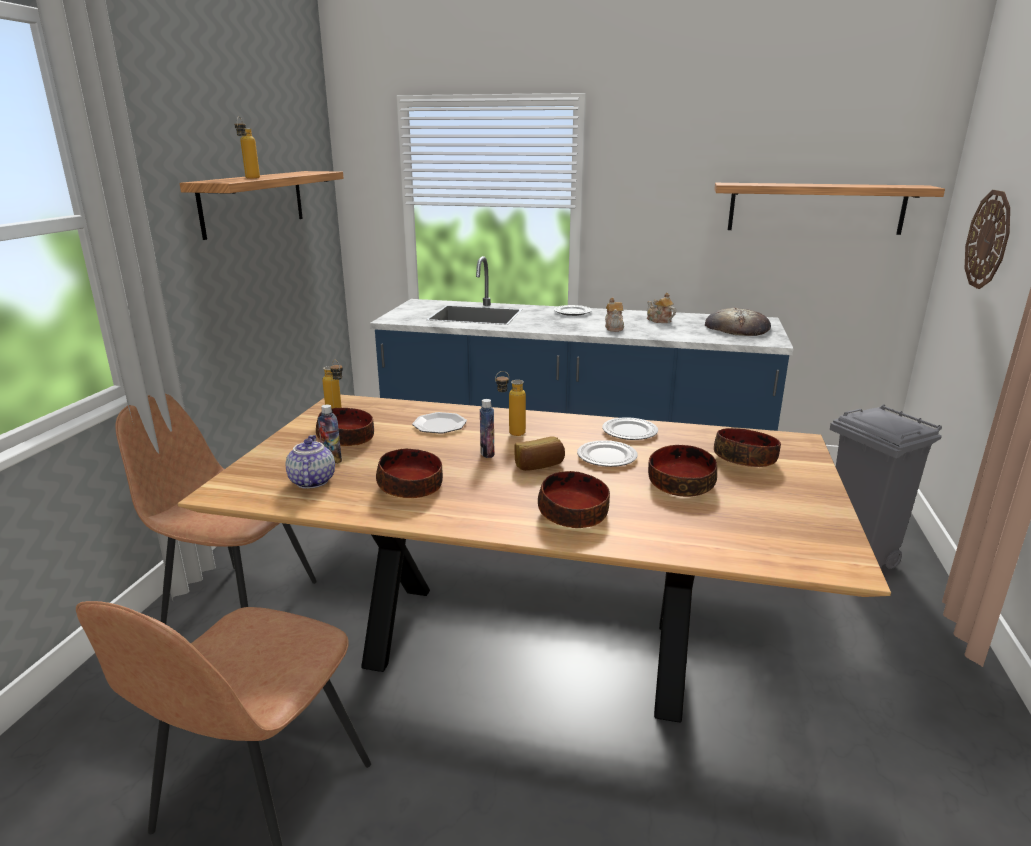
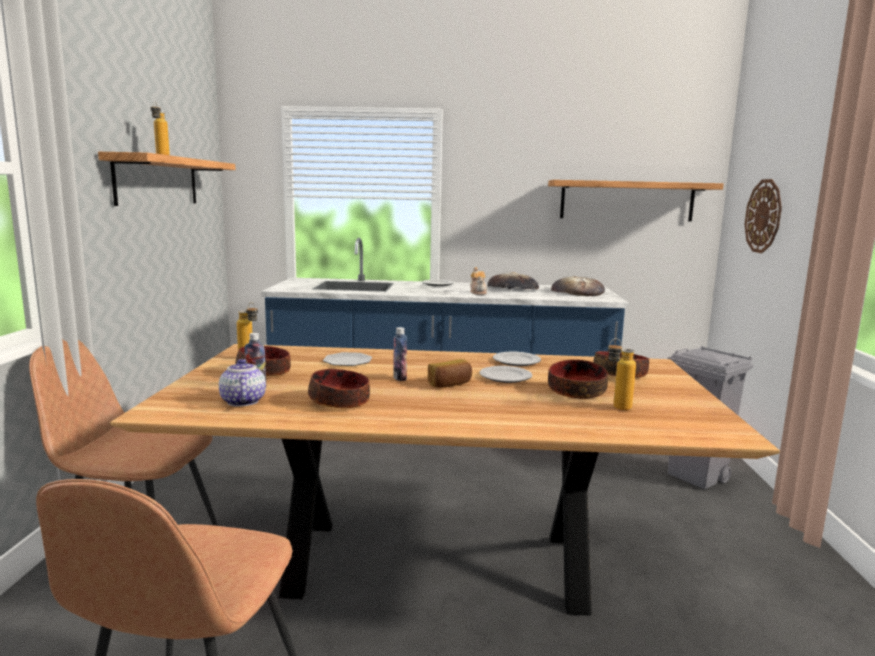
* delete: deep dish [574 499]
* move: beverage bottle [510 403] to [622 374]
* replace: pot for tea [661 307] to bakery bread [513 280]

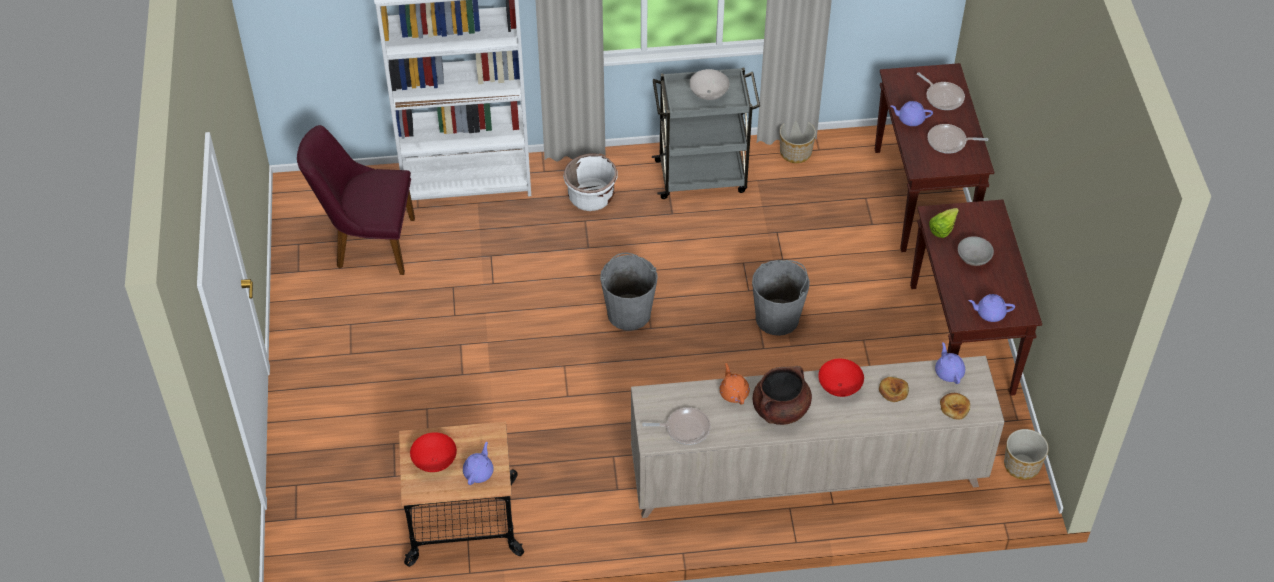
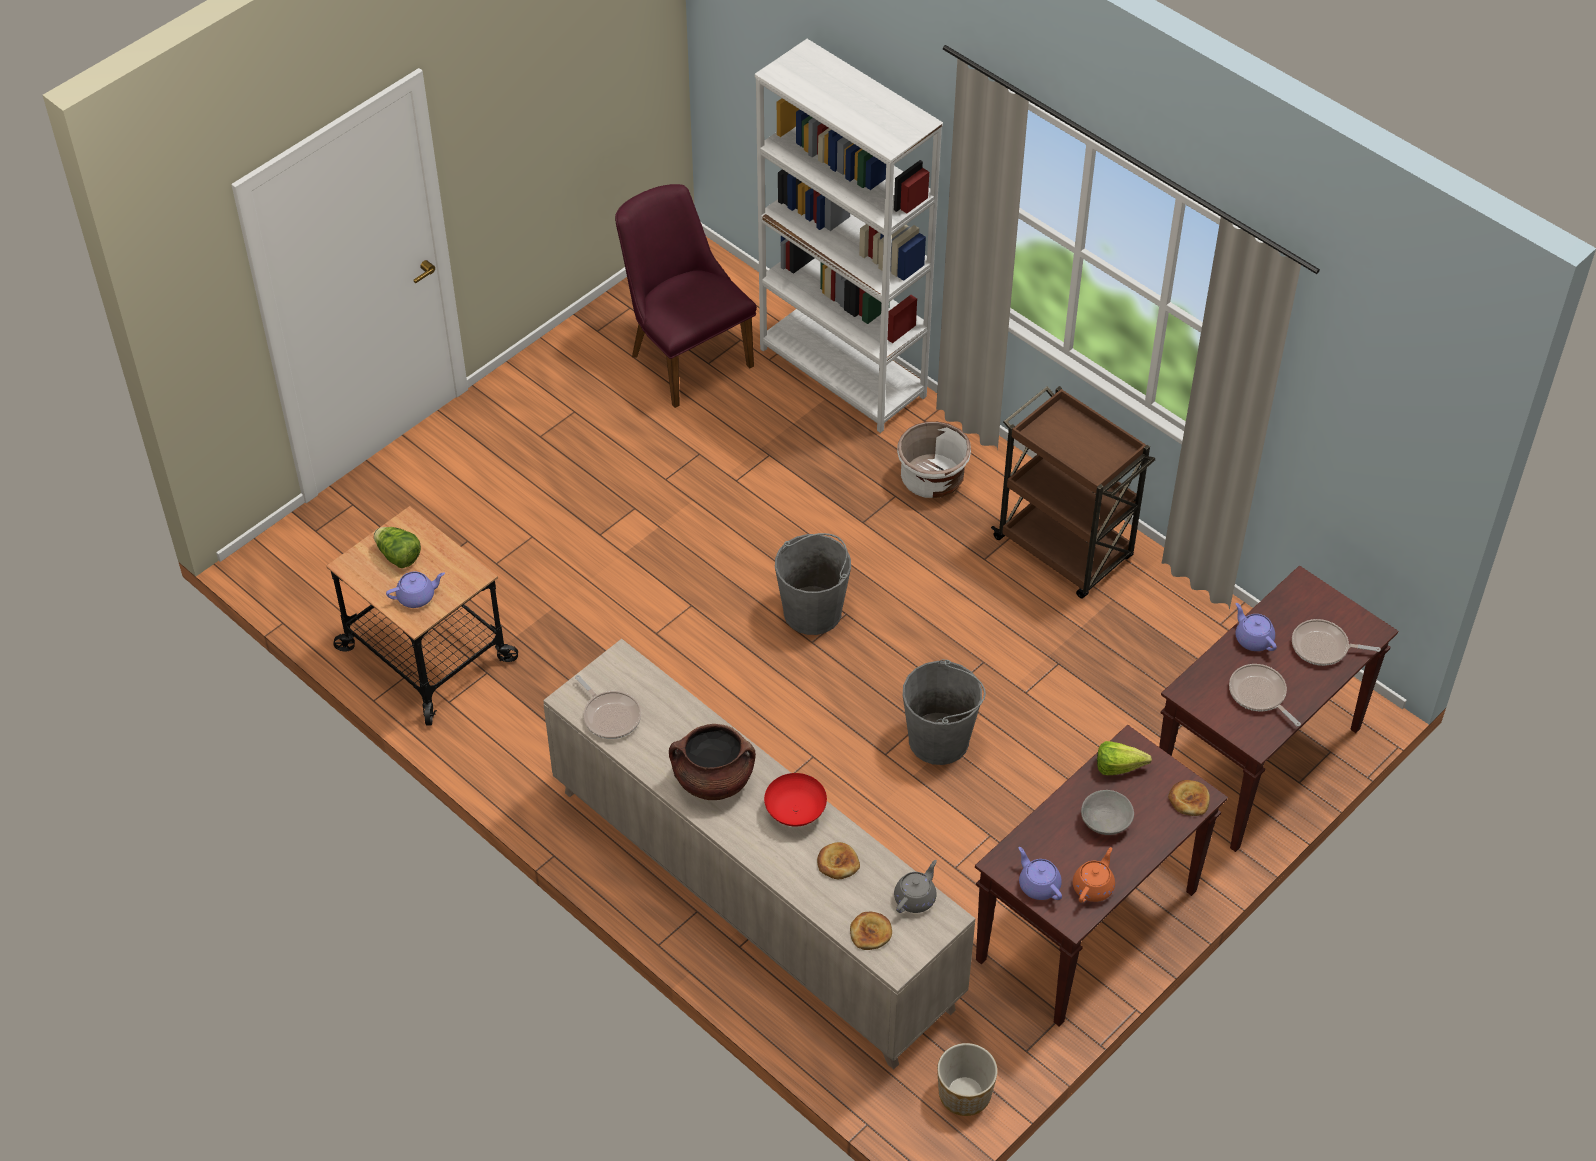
* delete: deep dish (whitish) [709 84]
* delete: plant pot [798 142]
* insert: bakery bread [1189 798]
* move: pot for tea (orange-coloured) [734 383] to [1094 875]
* replace: deep dish (red-coloured) [433 452] to head of lettuce [397 547]
* recolor: trolley (gray) [706 133] to trolley (brownish) [1073 492]
* recolor: pot for tea (purple) [950 363] to pot for tea (gray) [915 886]
* rotate: skillet [941 91] = [1336 642] 90 degrees clockwise

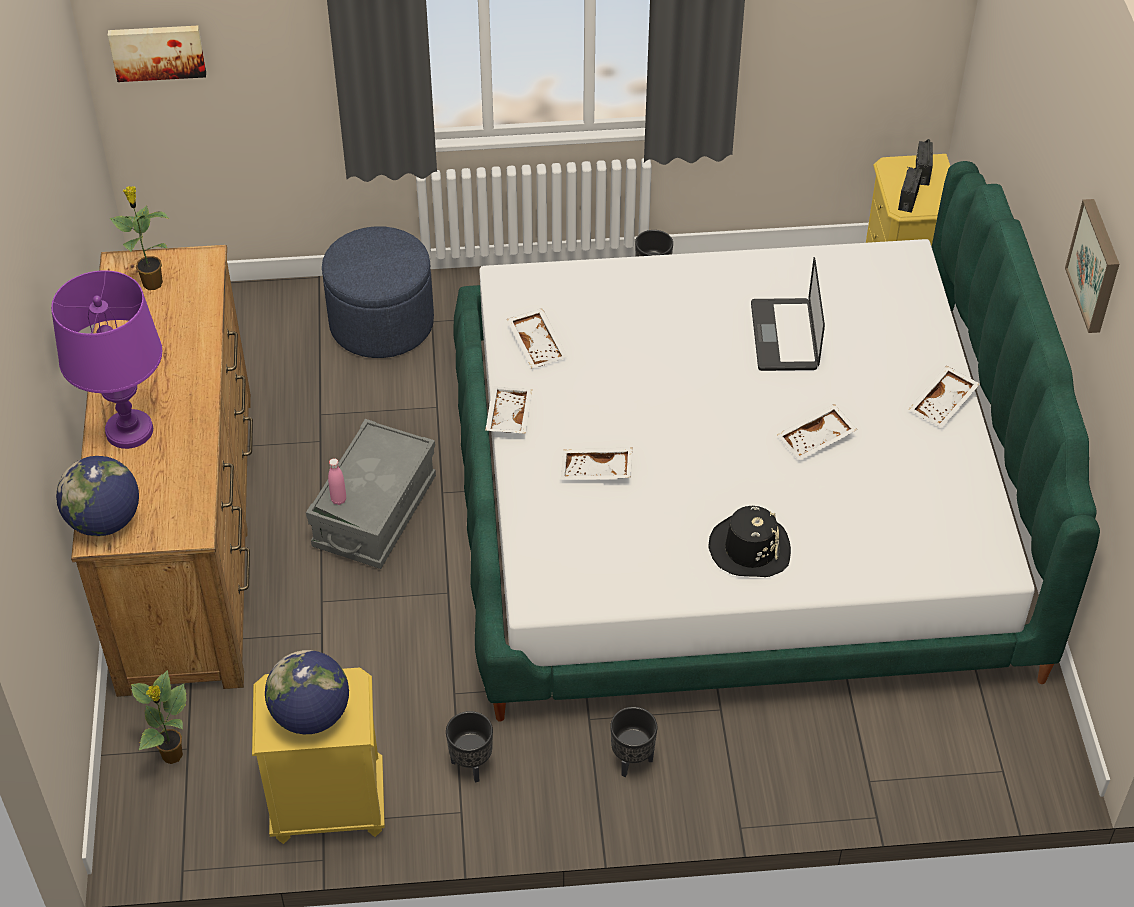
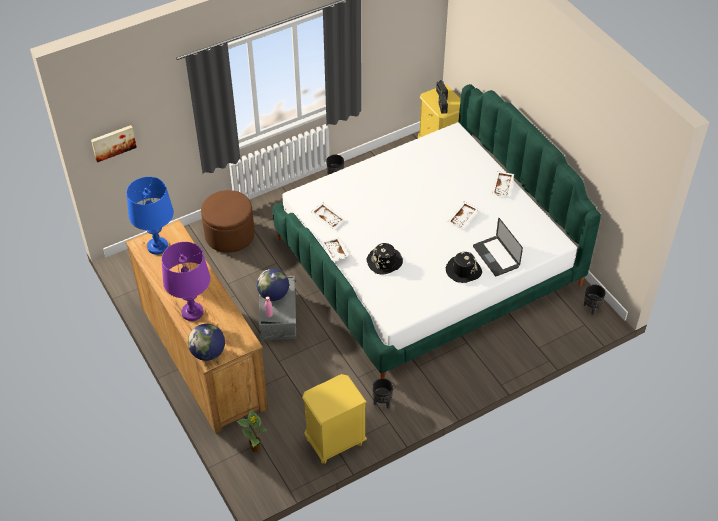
* delete: wall art [1092 266]
* move: desk globe [307 692] to [273 285]
* move: plant pot (black-coloured) [633 742] to [595 299]
* move: notebook computer [788 314] to [498 247]
* replace: potted plant [139 238] to lamp for a table (blue-coloured) [150 216]
* replace: tray (whitish) [596 463] to hat (black-coloured) [384 259]
* recolor: pouffe (blue-coloured) [378 292] to pouffe (brownish) [228 221]

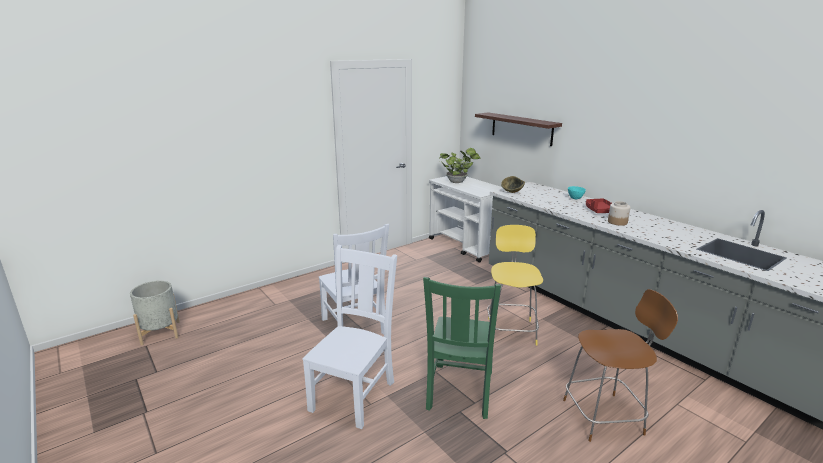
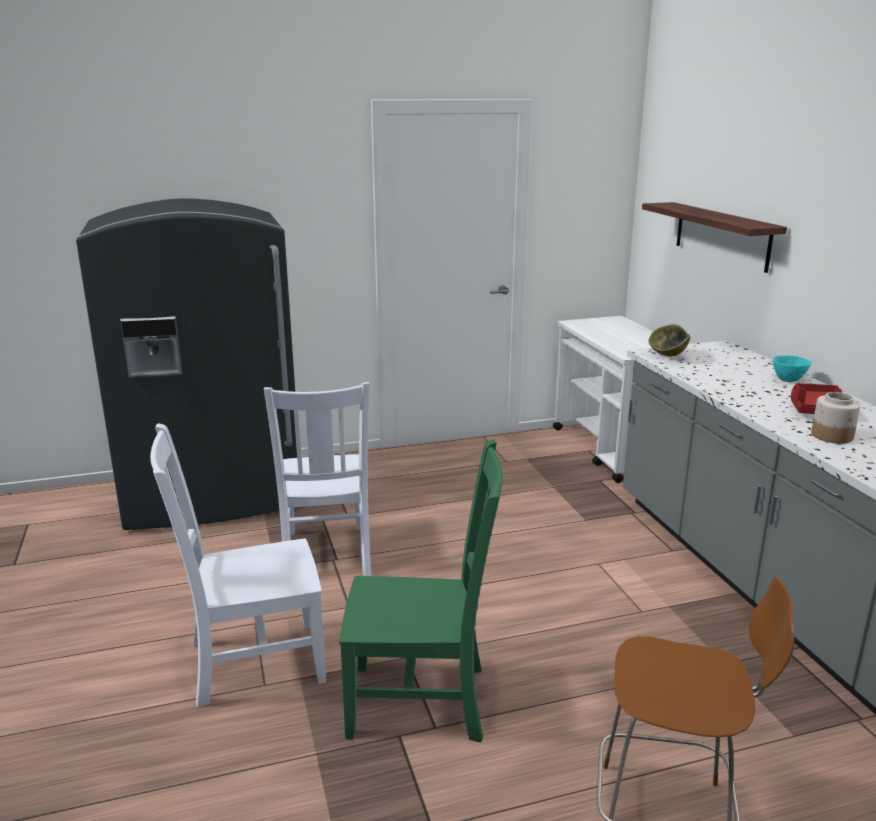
* delete: plant pot (gray) [155 313]
* delete: potted plant [459 165]
* delete: sitting stool (yellow-coloured) [515 285]
* insert: refrigerator (gray) [186 364]
* rotate: upright chair (whitish) [349 337] = [238 565] 150 degrees counterclockwise
* rotate: upright chair (greenish) [462 348] = [421 591] 120 degrees counterclockwise

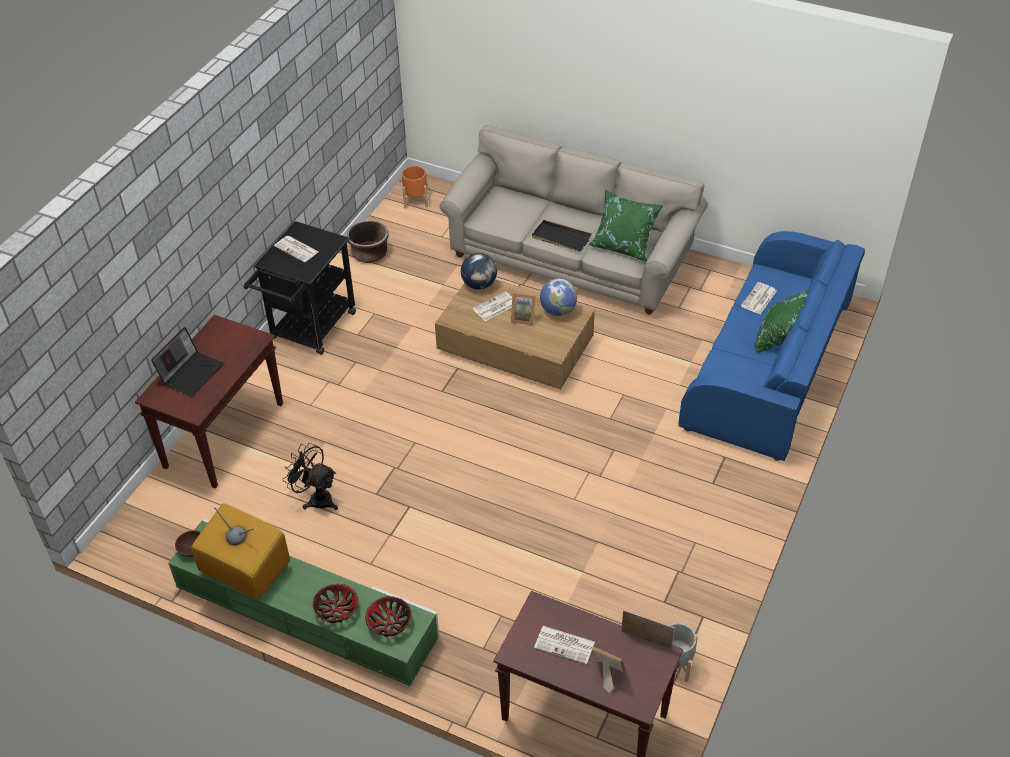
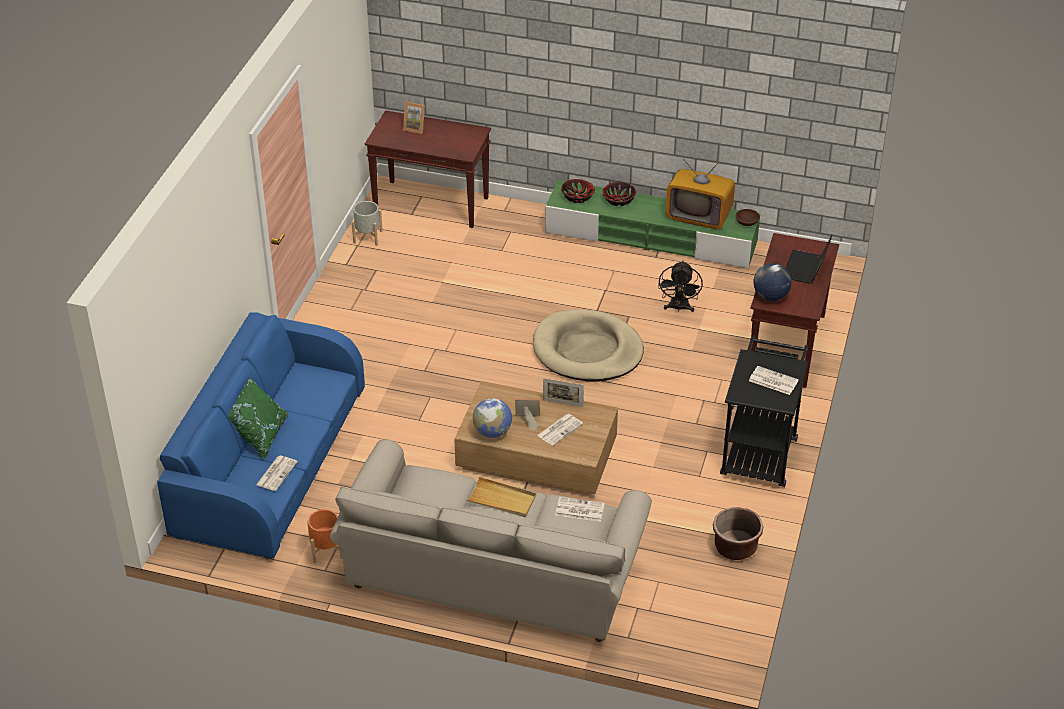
* delete: pillow (greenish) [626 225]
* insert: dog cushion (beige-coloured) [588 345]
* move: plant pot (orange-coloured) [415 187] to [325 536]
* move: desk globe [479 271] to [773 282]
* move: printed paper [564 645] to [580 509]
* move: standing frame [648 629] to [563 392]
* recolor: tray (black-coloured) [562 236] to tray (beige-coloured) [501 497]
* rotate: electric fan (black-coloured) [310 476] = [680 286] 75 degrees clockwise

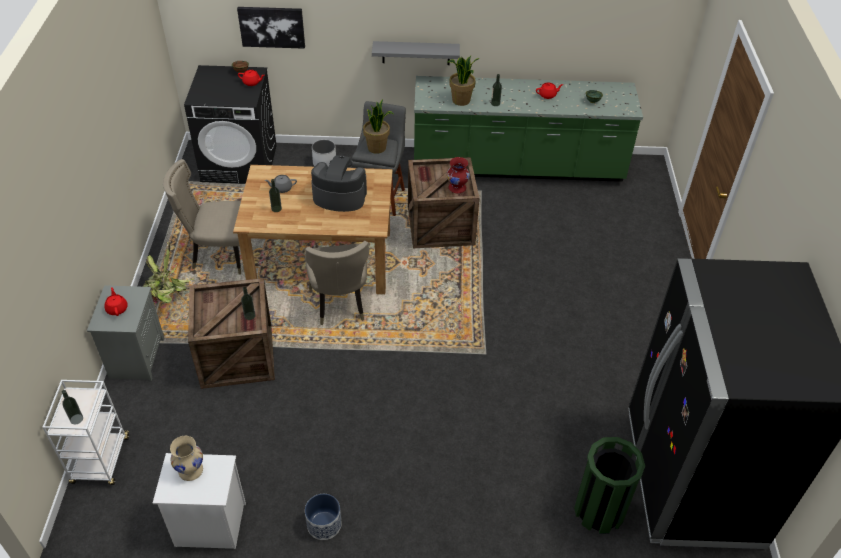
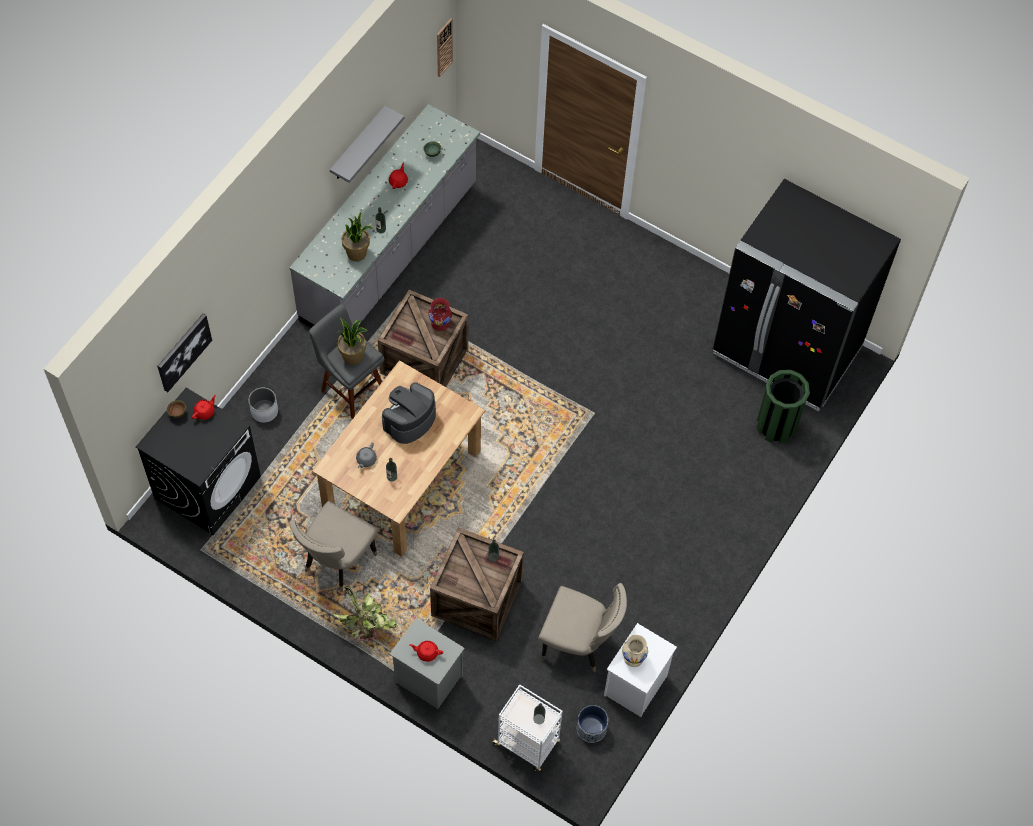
* insert: hanging clock [445 47]
* move: upright chair (beige-coloured) [337 283] to [582 628]
* move: plant pot [323 517] to [592 724]
* move: shelf (gray) [416 53] to [367 144]
* recolor: kitchen base unit (greenish) [528 129] to kitchen base unit (gray) [384 216]

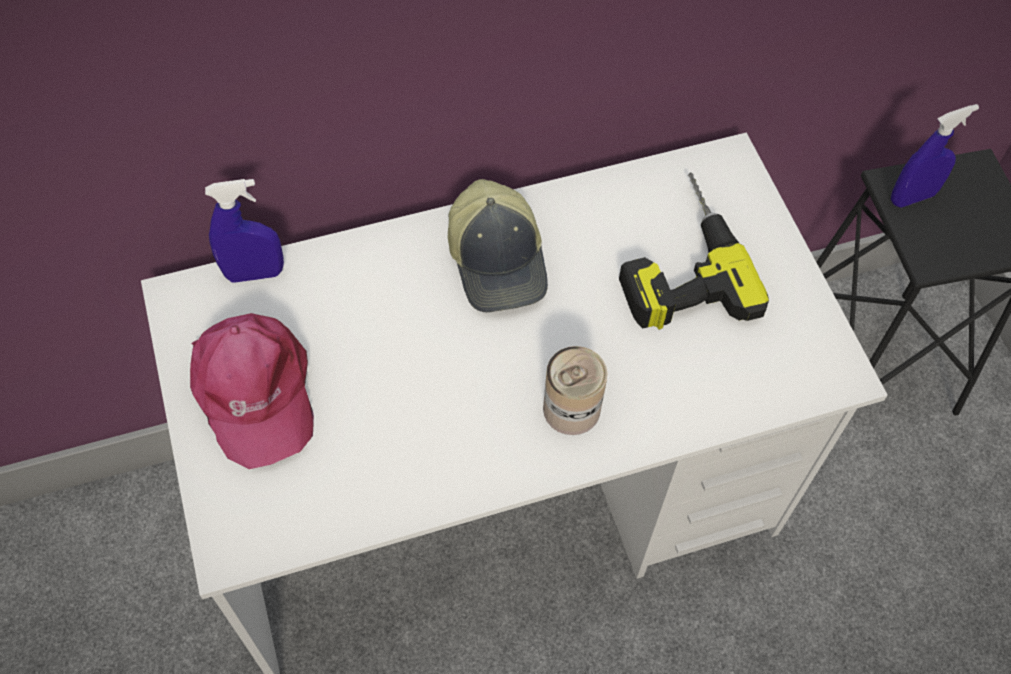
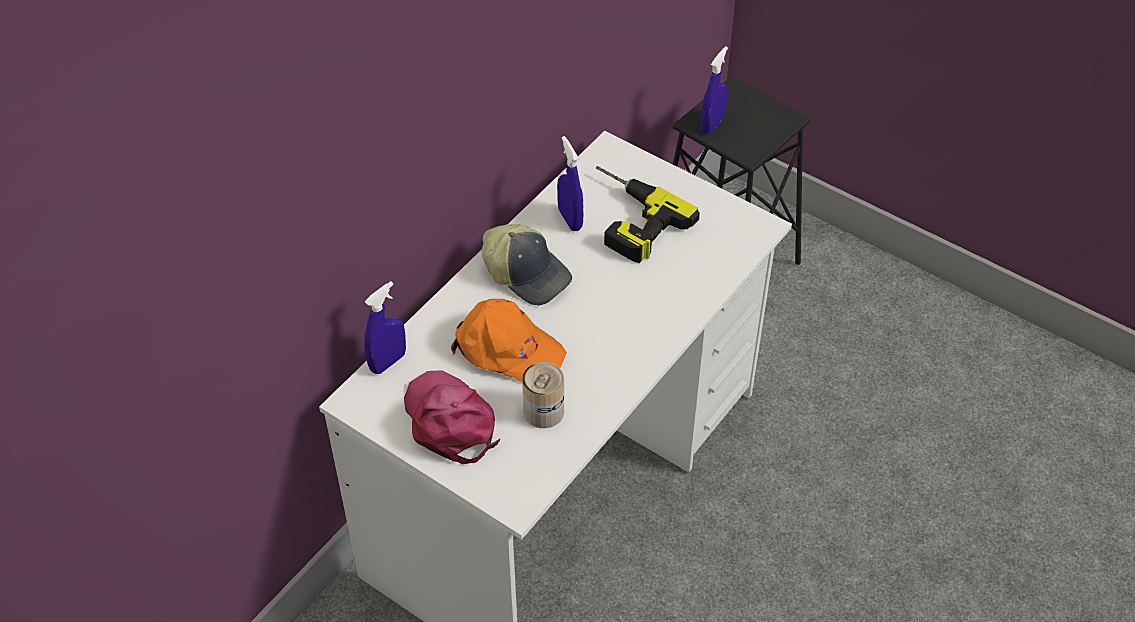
* insert: cap (orange-coloured) [509 340]
* insert: sprayer (blue-coloured) [570 183]
* move: can [575 390] to [543 395]
* rotate: cap (pink-coloured) [252 391] = [452 417] 150 degrees counterclockwise

